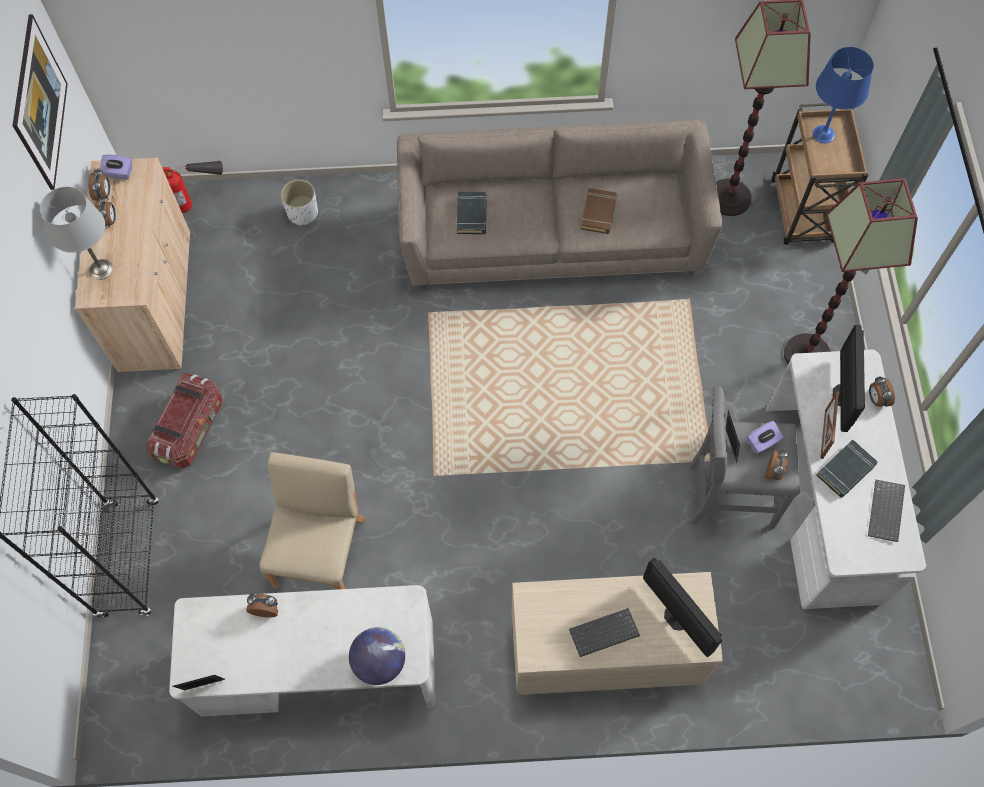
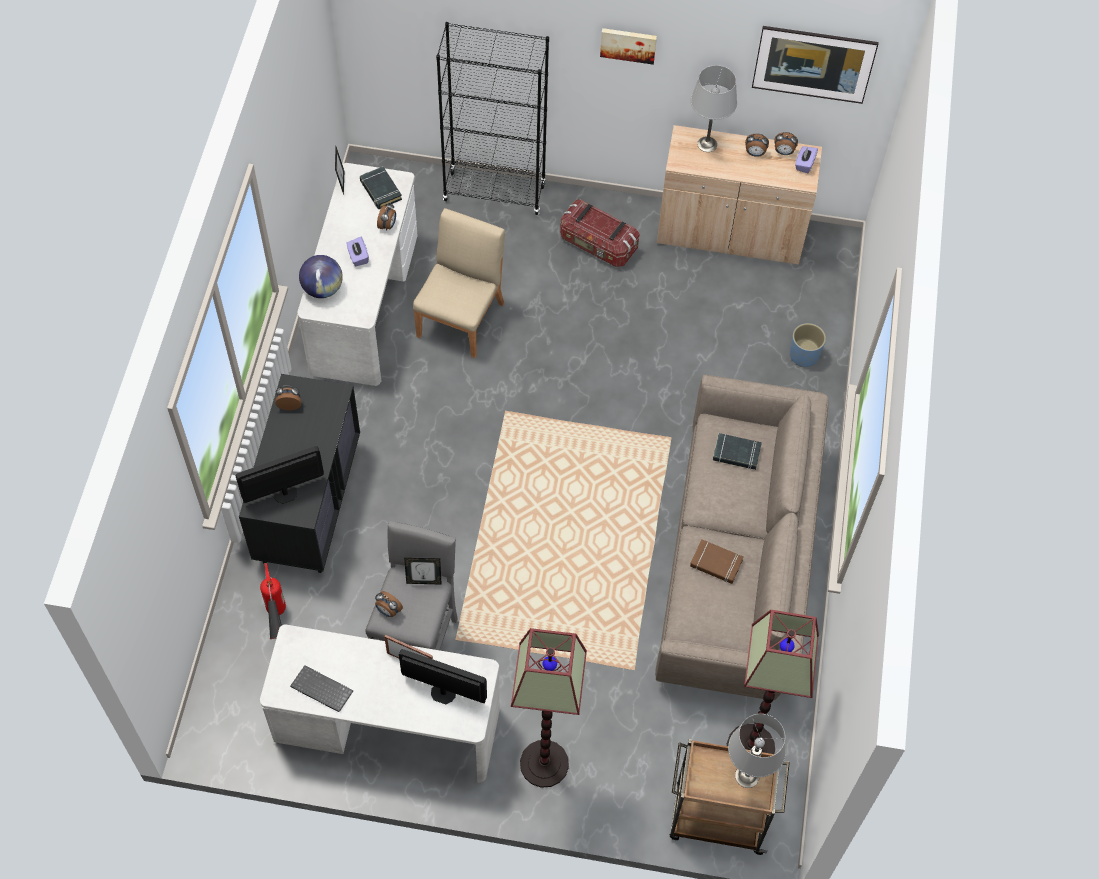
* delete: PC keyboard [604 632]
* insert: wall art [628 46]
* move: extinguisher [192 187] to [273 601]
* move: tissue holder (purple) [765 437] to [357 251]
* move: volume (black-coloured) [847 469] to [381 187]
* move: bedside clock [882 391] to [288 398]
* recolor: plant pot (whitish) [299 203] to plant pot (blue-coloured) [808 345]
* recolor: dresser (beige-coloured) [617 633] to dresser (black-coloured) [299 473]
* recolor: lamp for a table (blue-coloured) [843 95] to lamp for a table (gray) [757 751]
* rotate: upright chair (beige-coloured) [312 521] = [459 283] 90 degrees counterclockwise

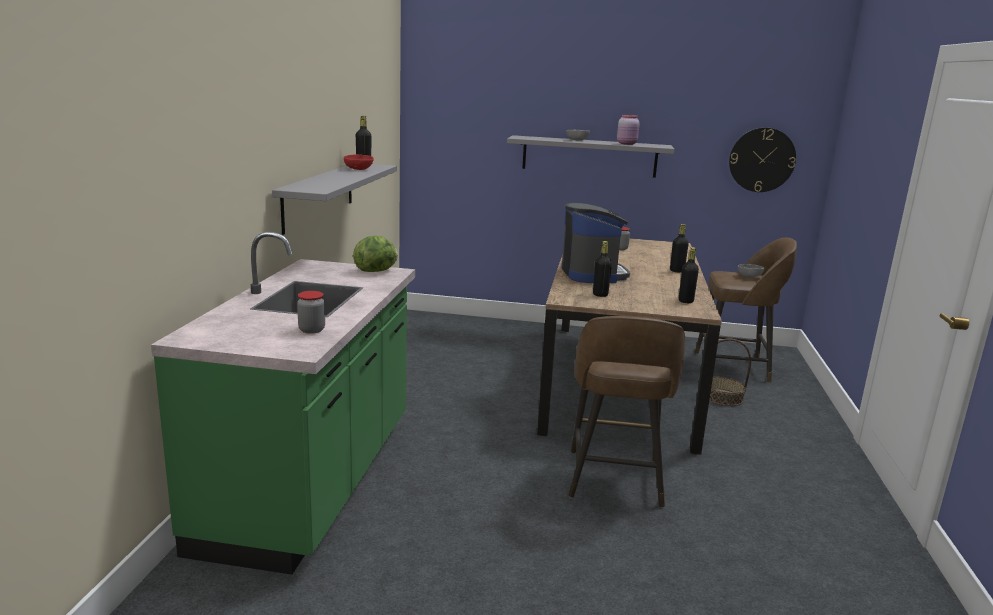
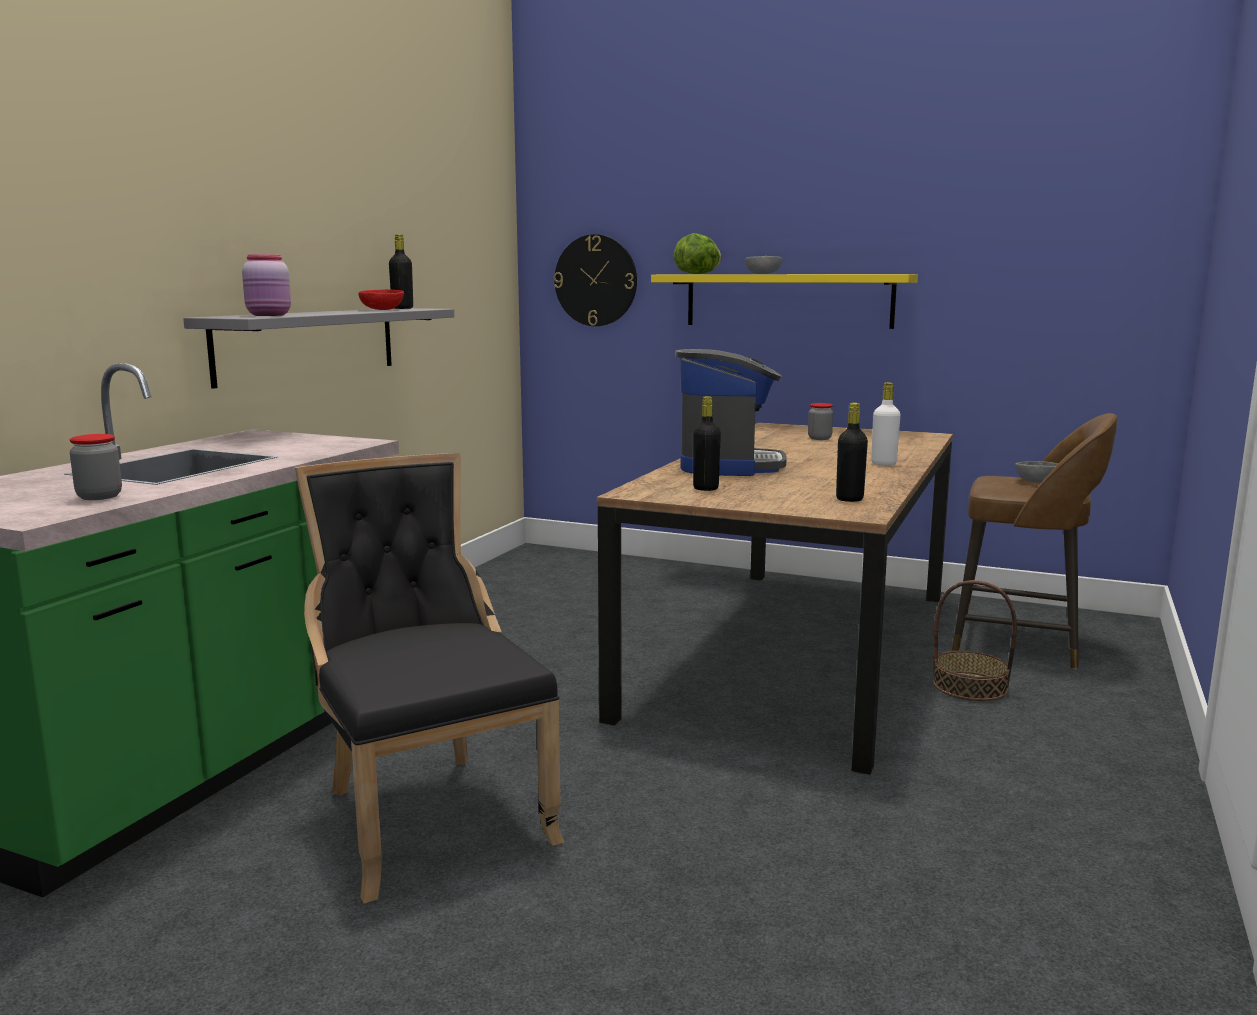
* delete: sitting stool (brownish) [627 412]
* insert: upright chair (black-coloured) [429 678]
* move: head of lettuce [375 254] to [697 253]
* move: jar (pink-coloured) [628 129] to [266 285]
* move: hanging clock [762 160] to [595 280]
* recolor: shelf (gray) [590 156] to shelf (yellow-coloured) [784 301]
* recolor: beverage bottle (black-coloured) [679 248] to beverage bottle (whitish) [886 424]

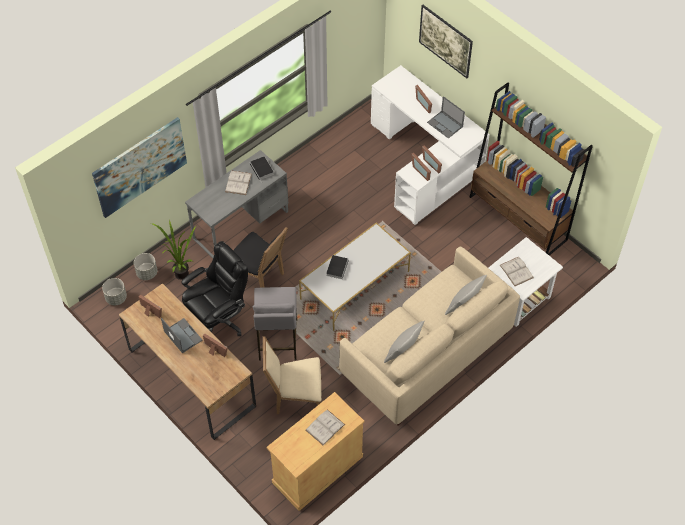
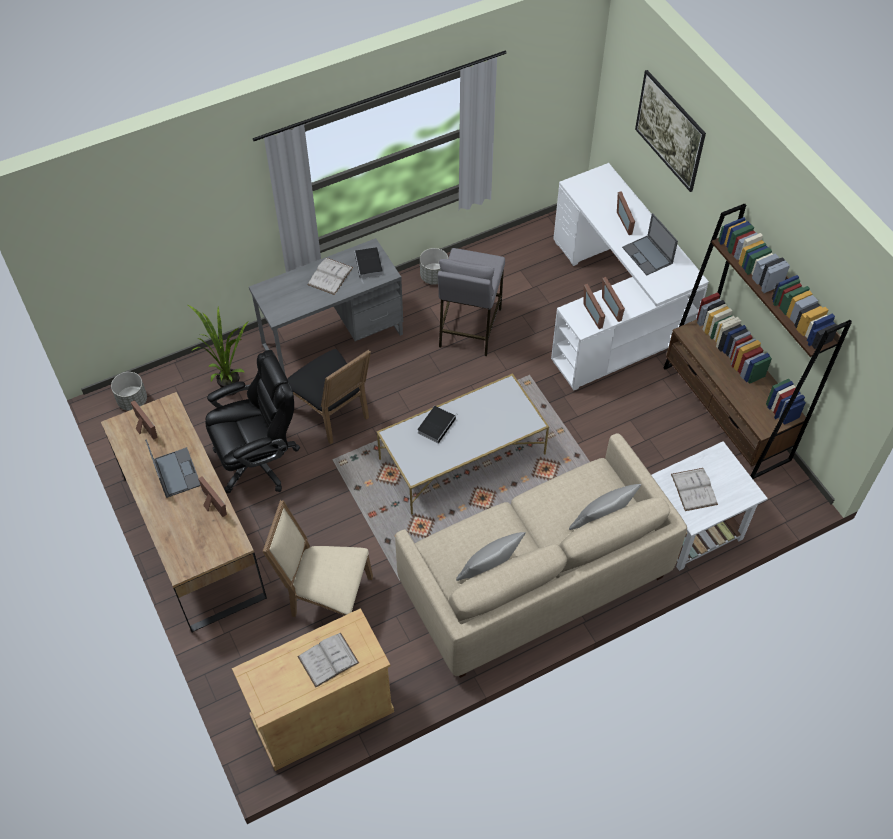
* delete: wall art [139 167]
* move: plant pot (gray) [145 266] to [434 266]
* move: sitting stool (gray) [275 324] to [471 302]

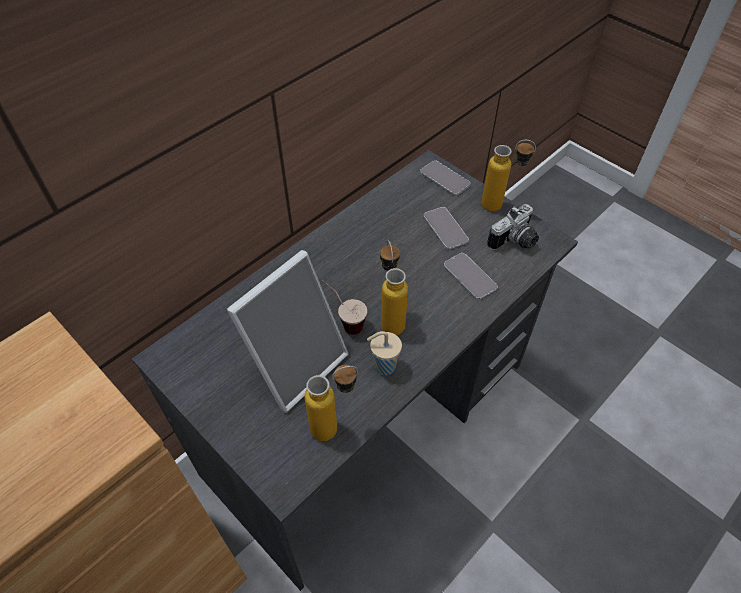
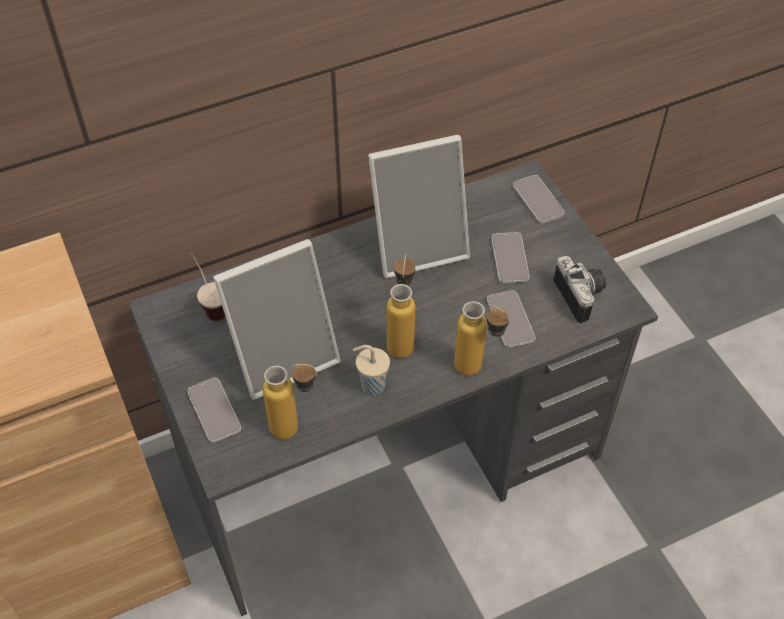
* insert: handset [214 410]
* insert: standing frame [419 207]
* move: small cup [344 307] to [208 287]
* move: beverage bottle [508 176] to [482 338]
* rotate: photo camera [513 227] = [579 289] 90 degrees counterclockwise

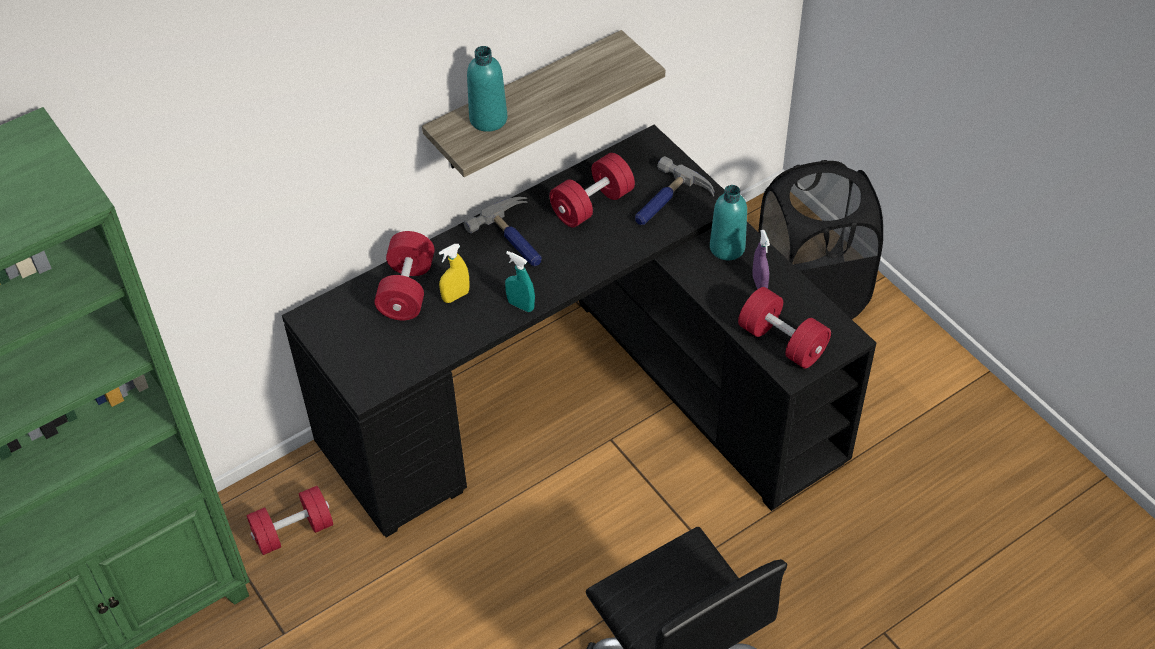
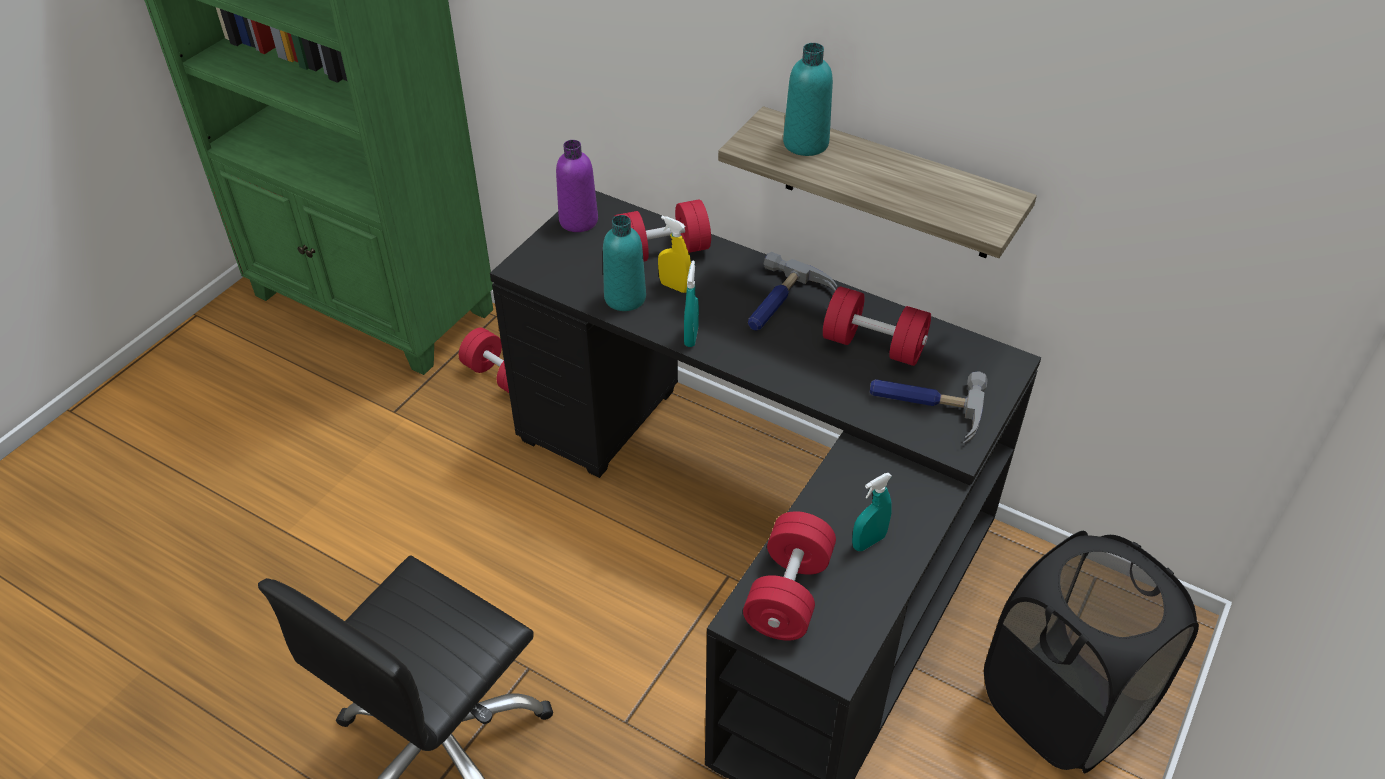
* insert: beverage bottle (purple) [577 186]
* move: beverage bottle (blue-green) [728 222] to [624 263]
* recolor: sprayer (purple) [761 259] to sprayer (blue-green) [872 512]

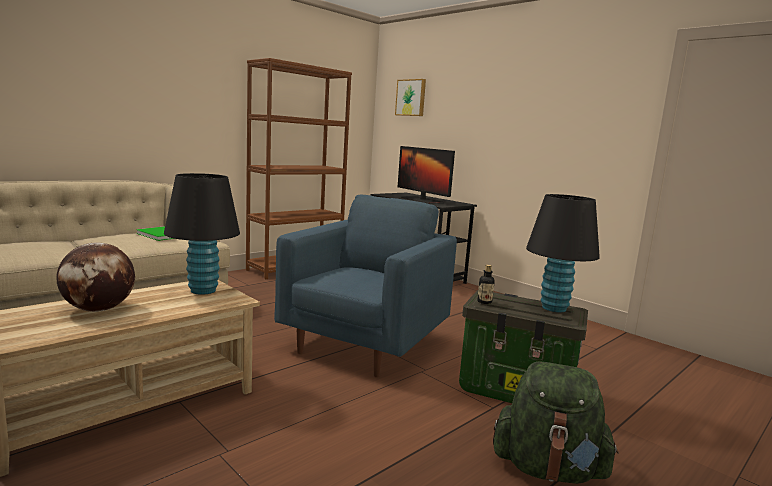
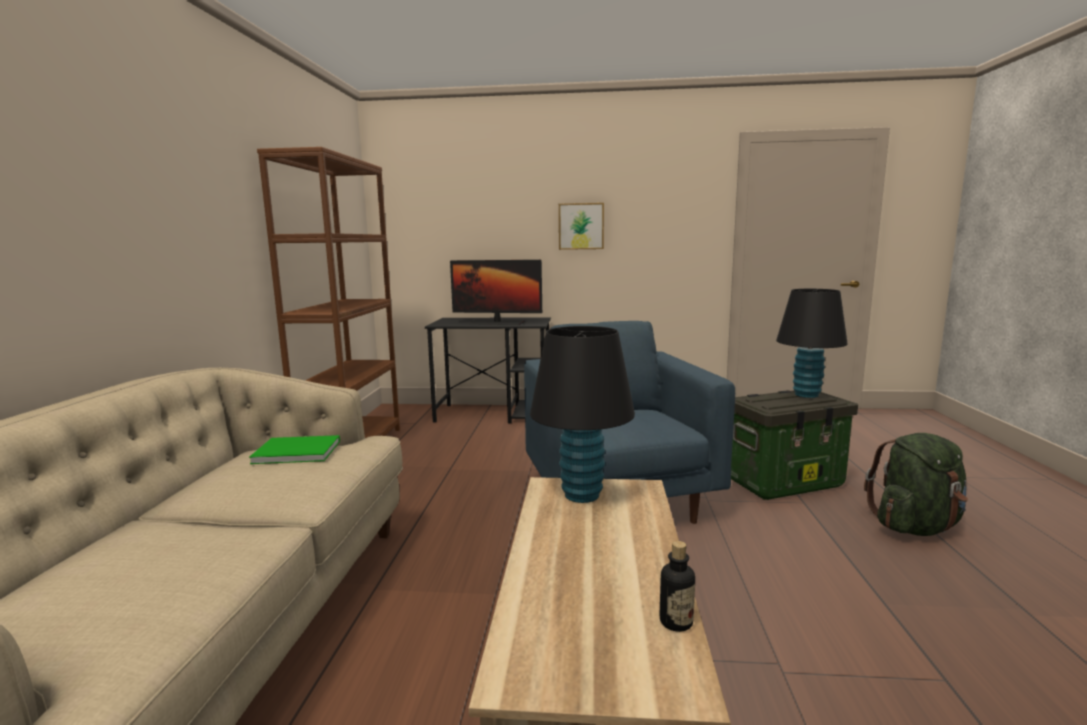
* delete: desk globe [95 277]
* move: wall art [410 97] to [581 226]
* move: beverage bottle [486 284] to [677 586]

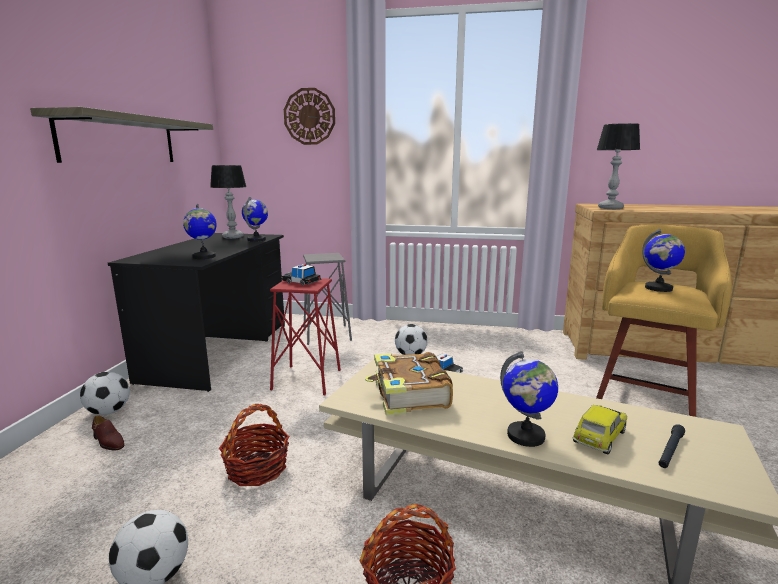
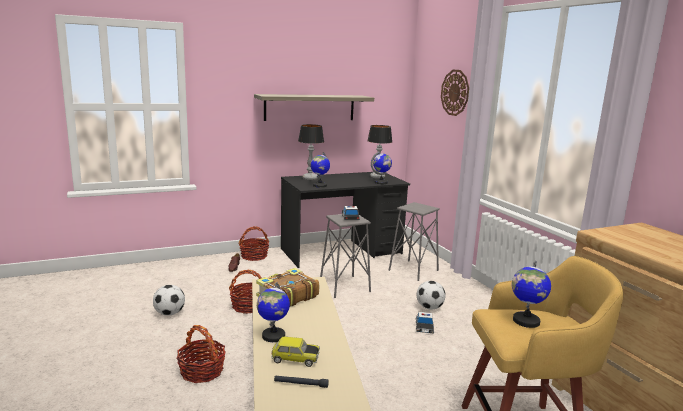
* move: lamp for a table [618 166] to [311 152]
* replace: football [105 393] to basket [253 243]
* recolor: sitting stool (red-coloured) [305 336] to sitting stool (gray) [345 256]

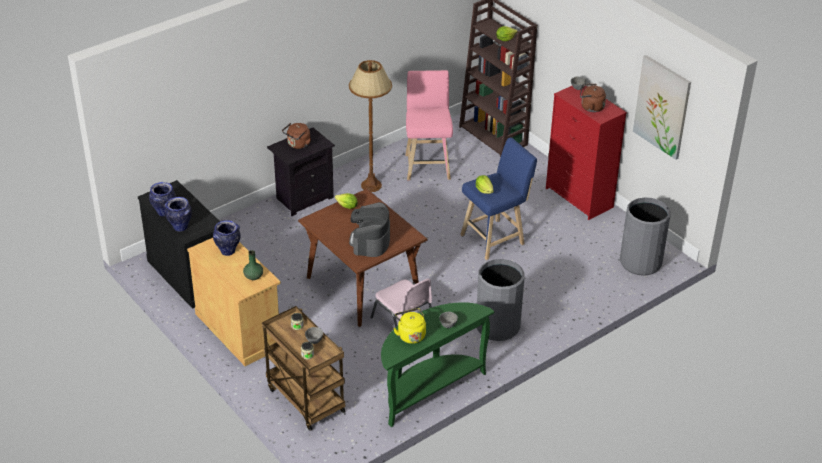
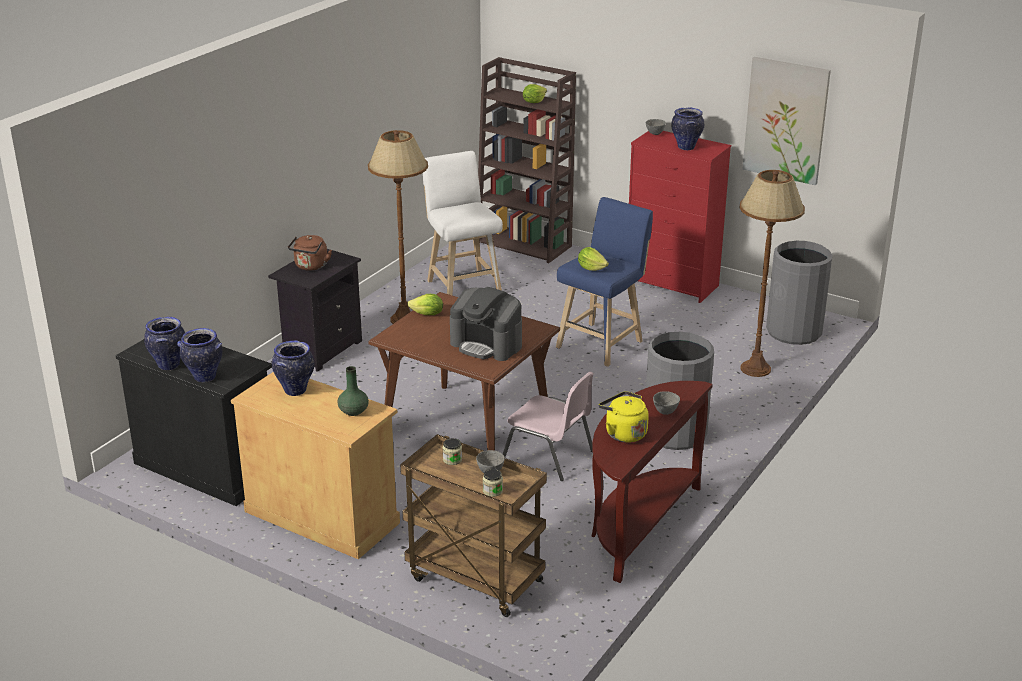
* insert: standing lamp (brownish) [772 273]
* replace: tea kettle (brownish) [593 98] to decorative vase [687 128]
* recolor: console table (greenish) [438 364] to console table (brownish) [652 482]
* recolor: sitting stool (pink-coloured) [429 125] to sitting stool (whitish) [463 223]
* rotate: coffee machine [369 229] = [486 324] 45 degrees counterclockwise

